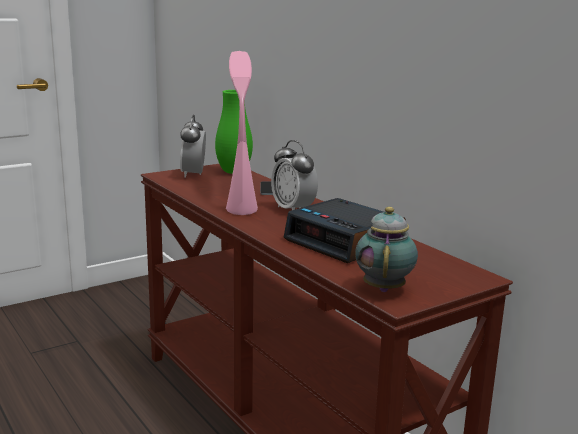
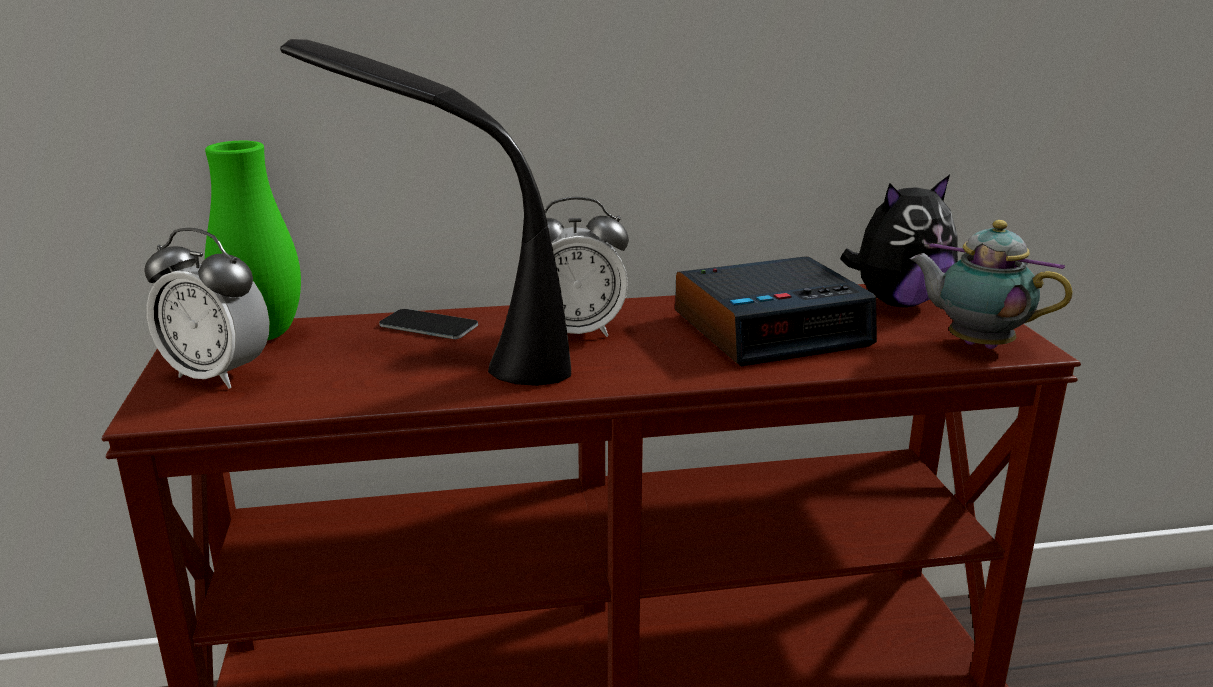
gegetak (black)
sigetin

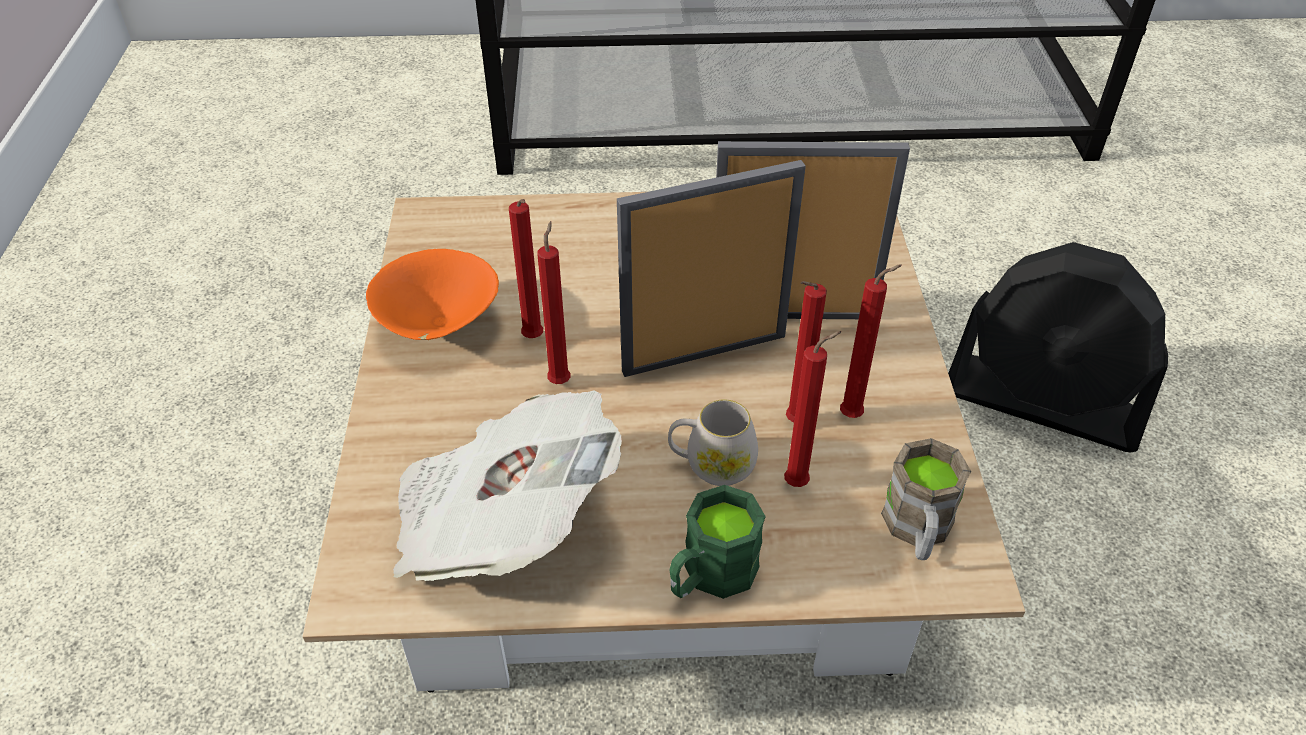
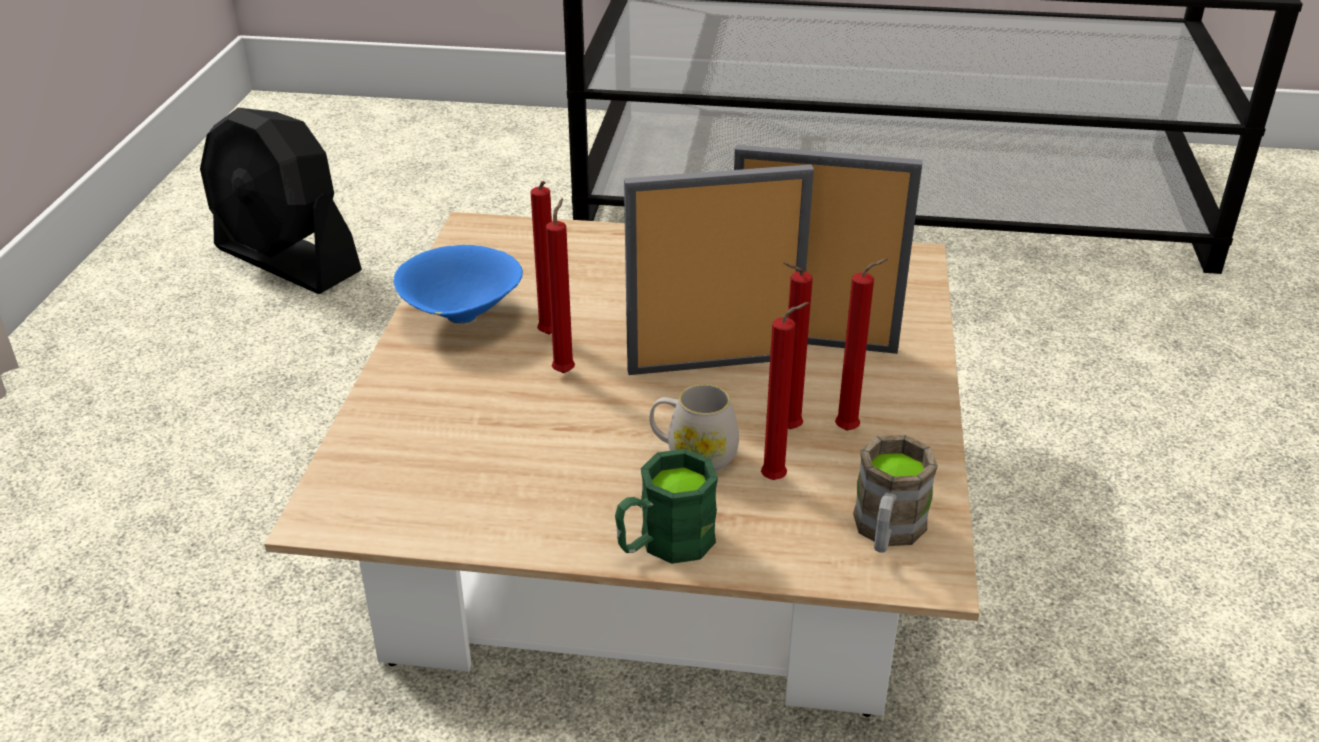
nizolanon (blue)
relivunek
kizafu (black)

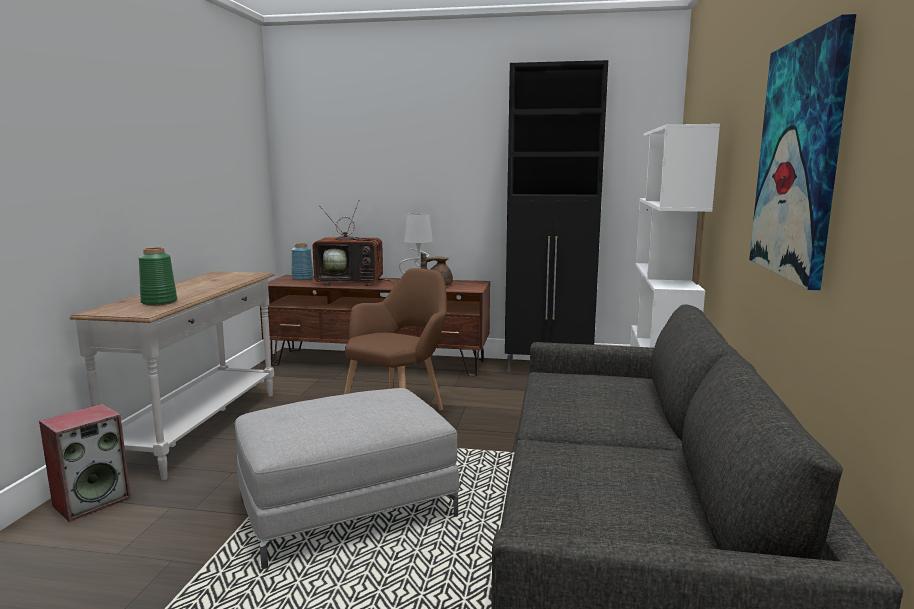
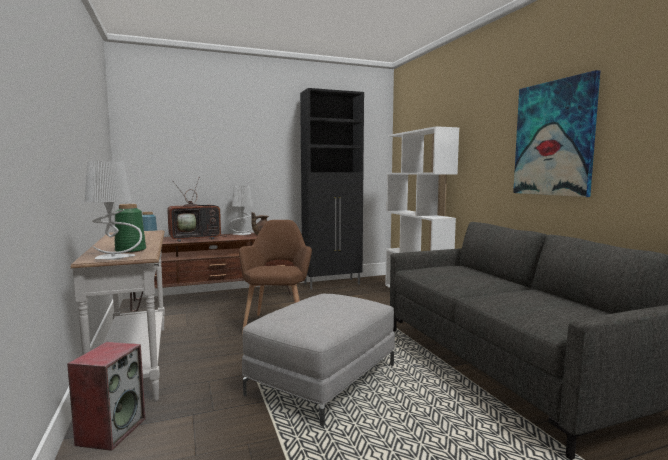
gegetak (grey) (1st from left)

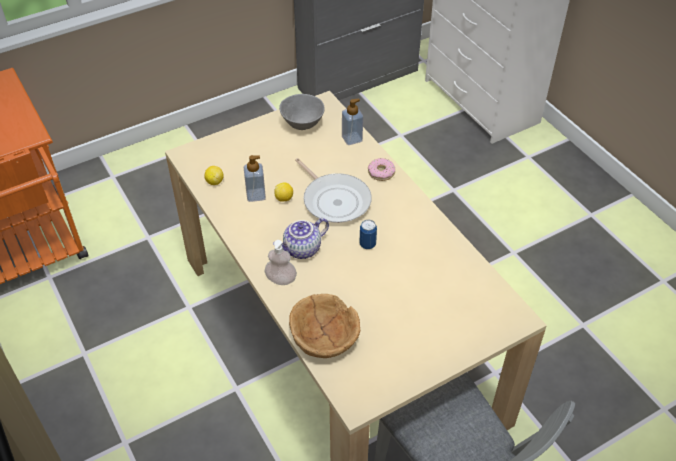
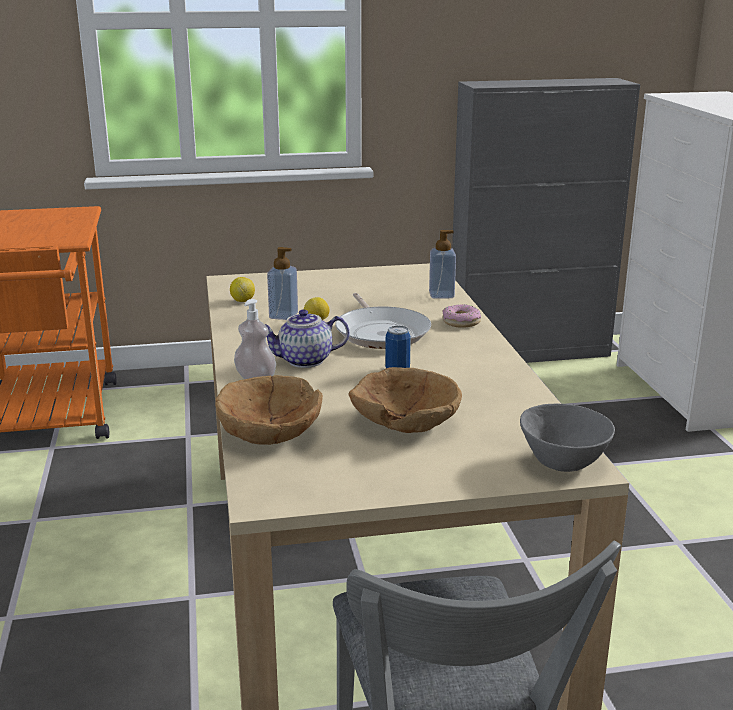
nizolanon (grey)
nizolanon (brown) (2nd from left)

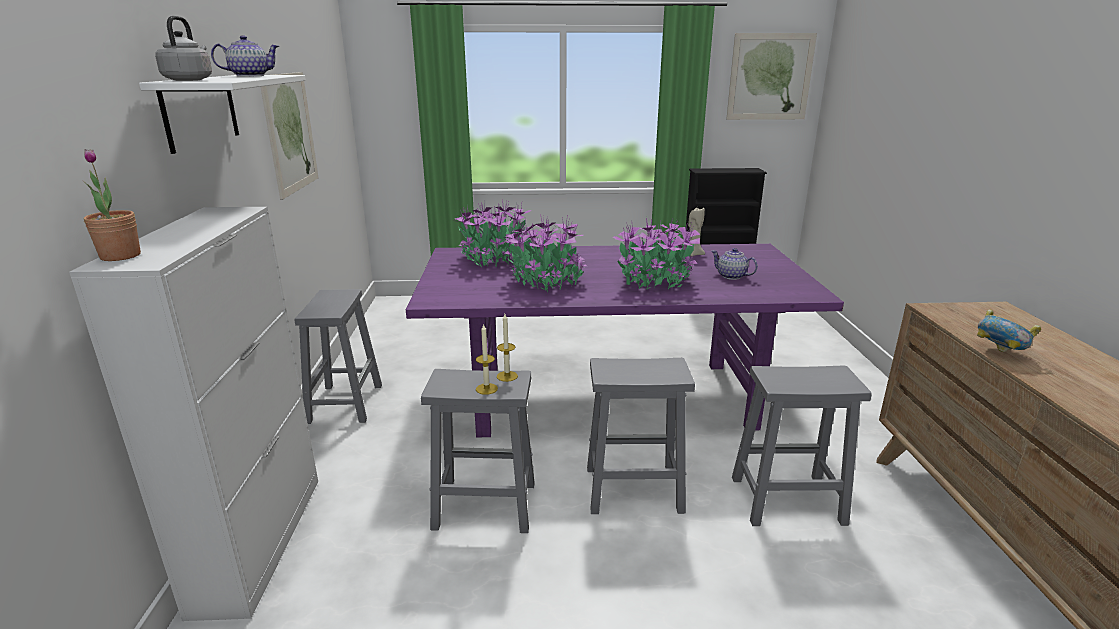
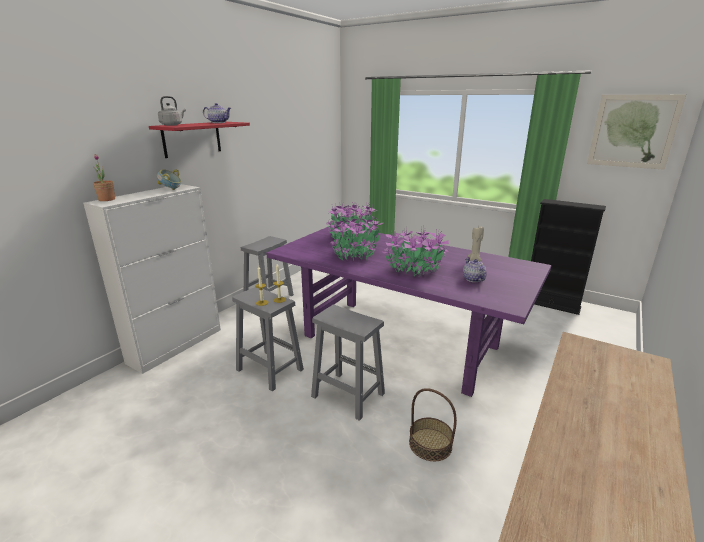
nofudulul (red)
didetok (1st from left in the first image)
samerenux
nizolanon

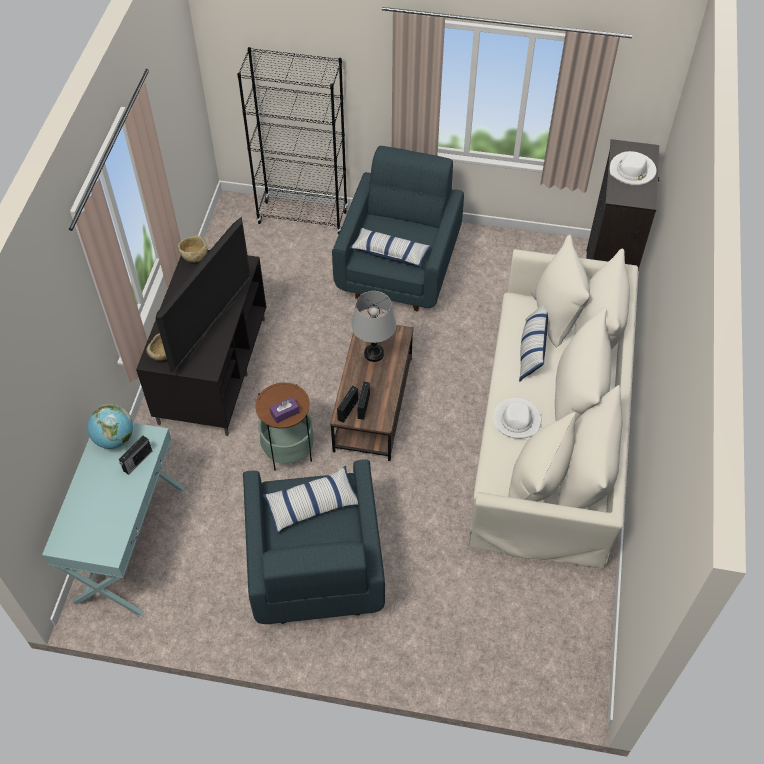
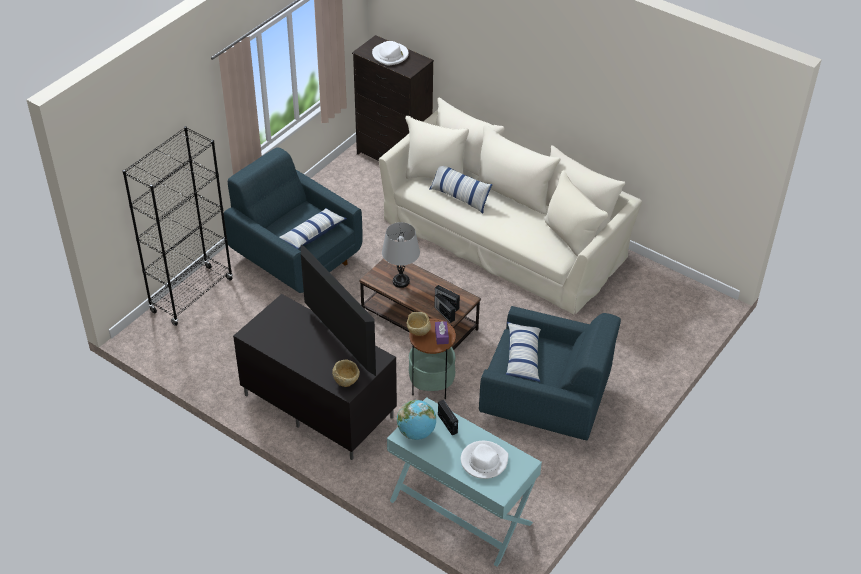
nizolanon (beige) (2nd from left)
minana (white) (2nd from left)

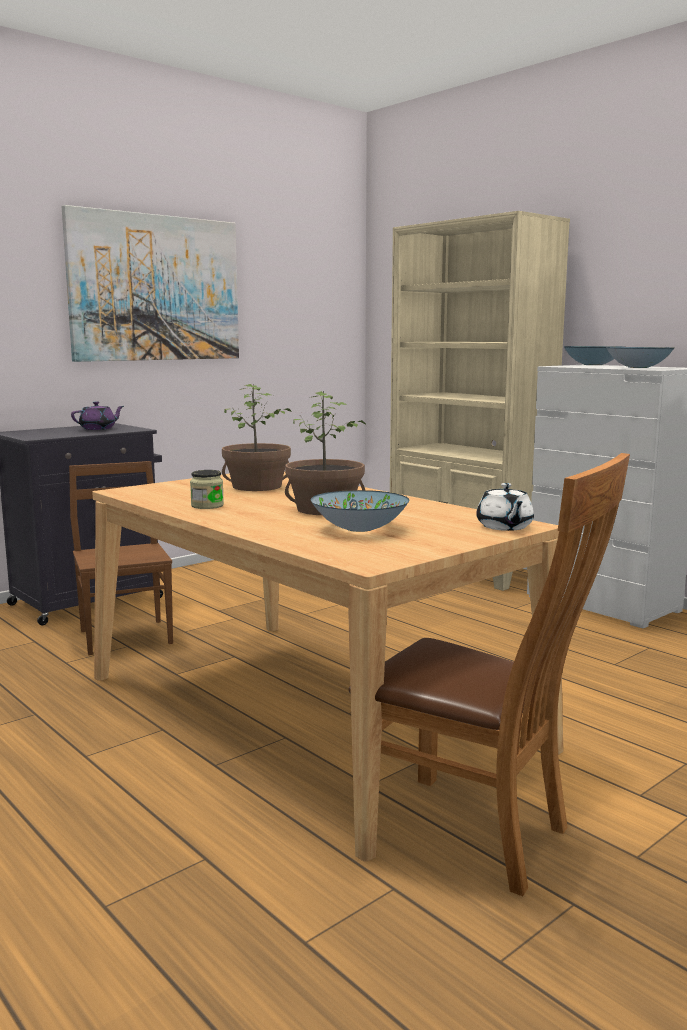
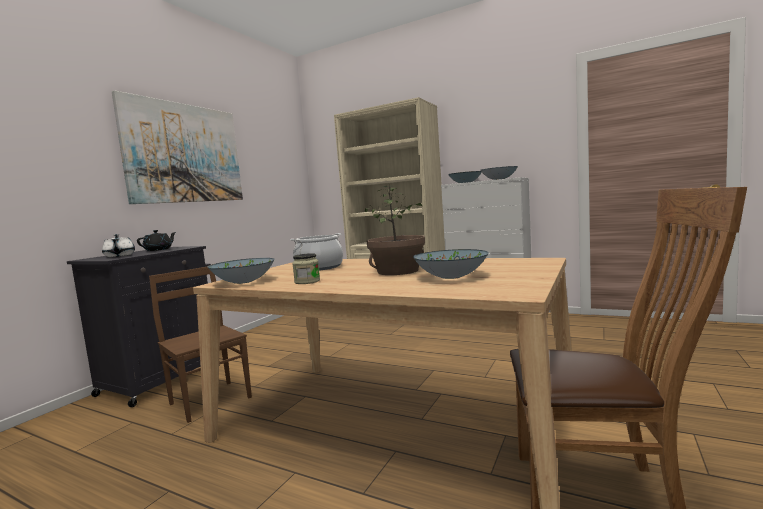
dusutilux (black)
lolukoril
dusutilux (white)
nizolanon (1st from left)

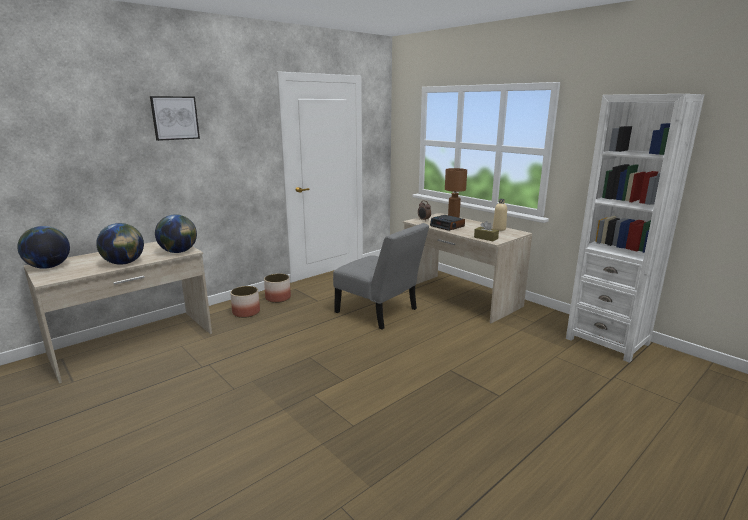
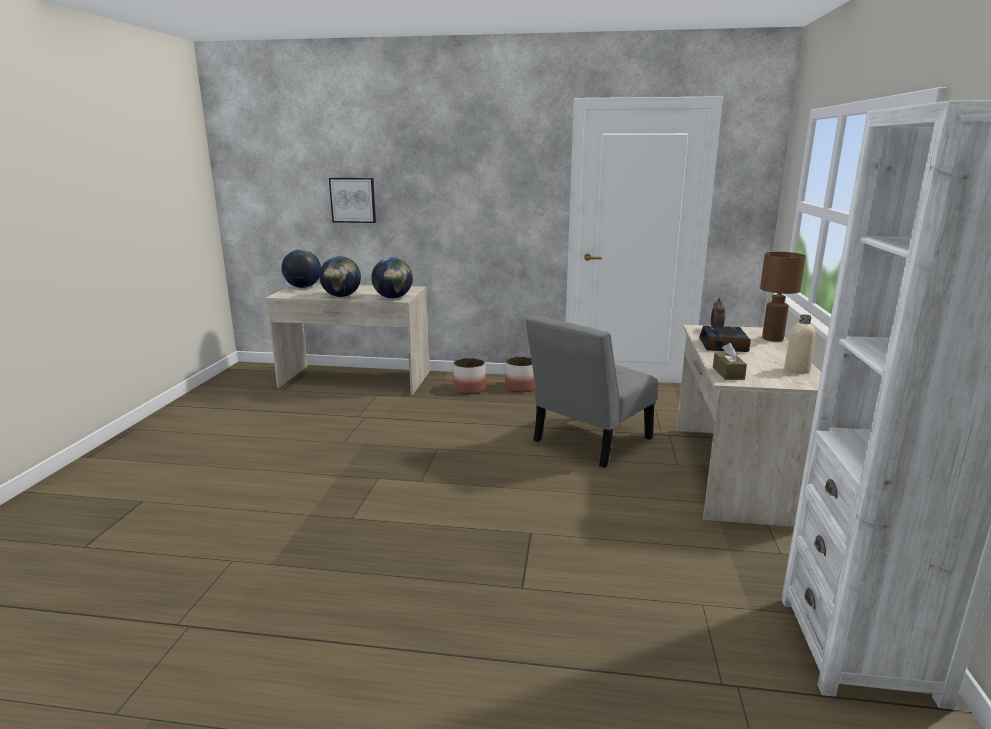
didetok
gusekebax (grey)

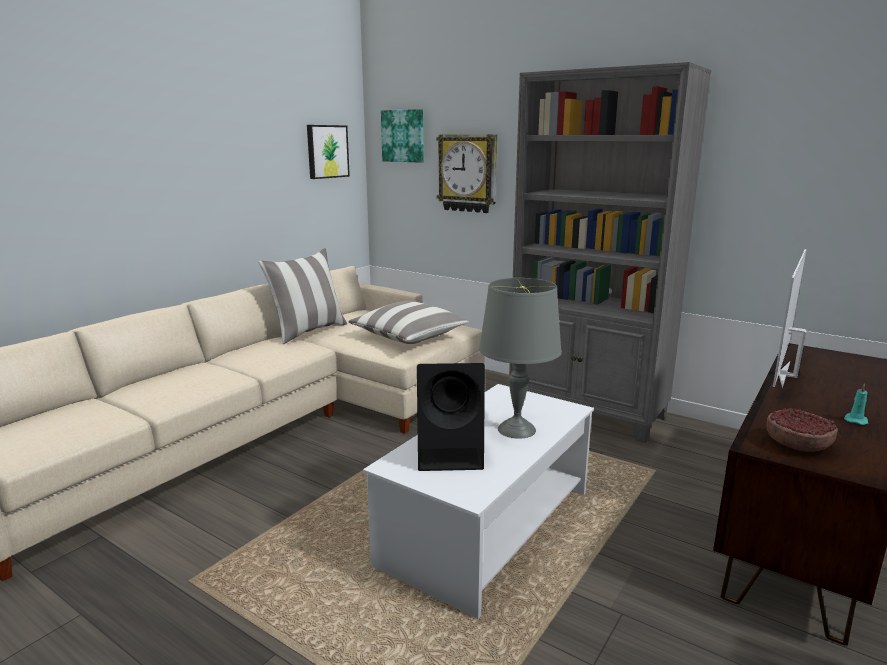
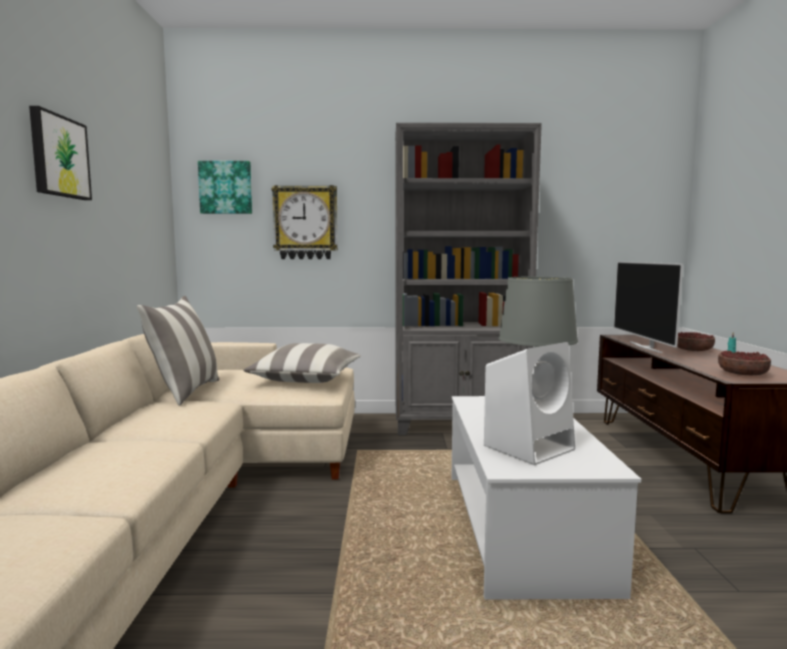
didetok (1st from left)
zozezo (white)
nizolanon (1st from left)

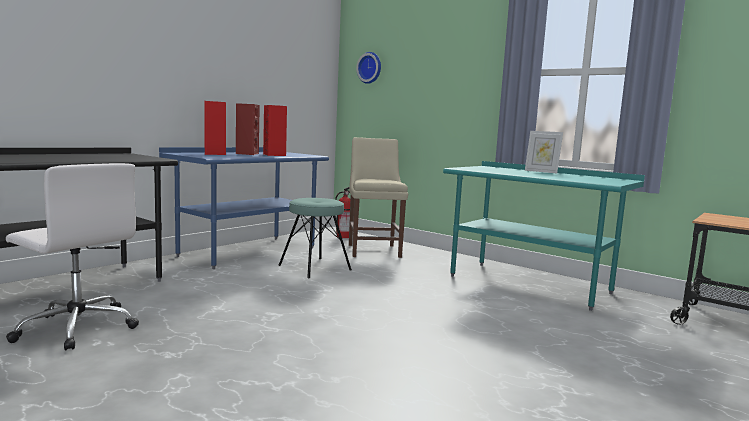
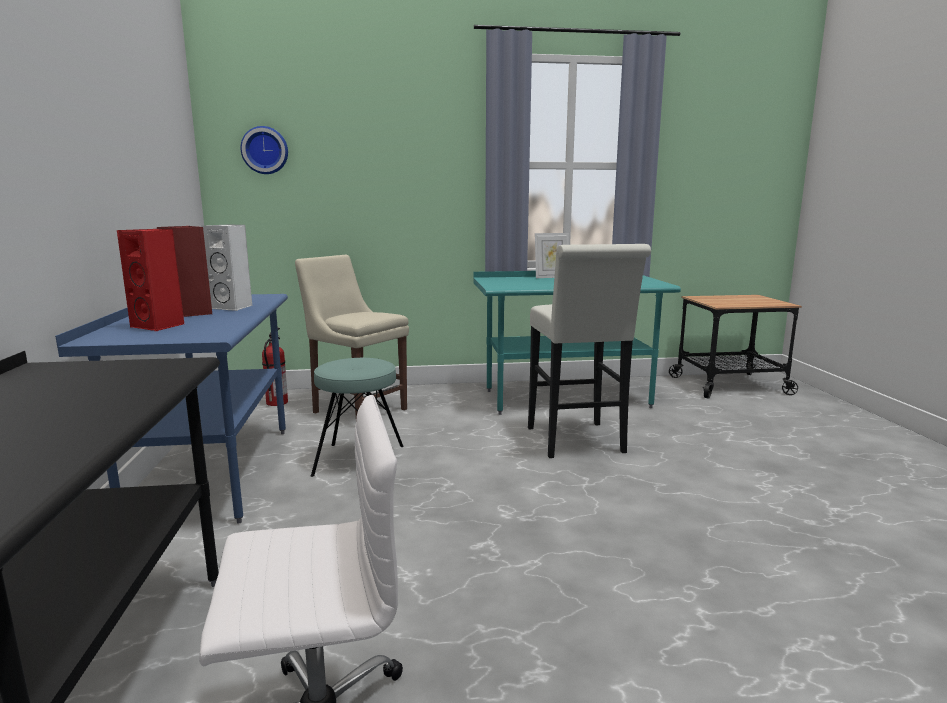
zozezo (white)
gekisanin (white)

